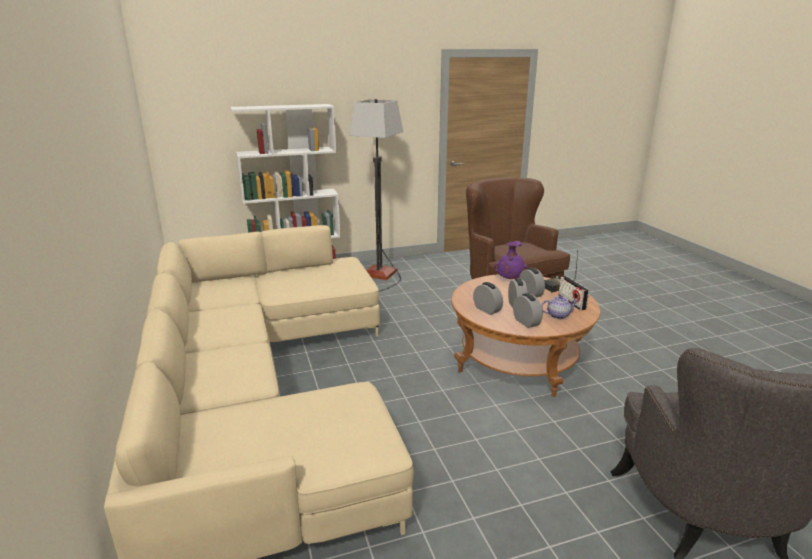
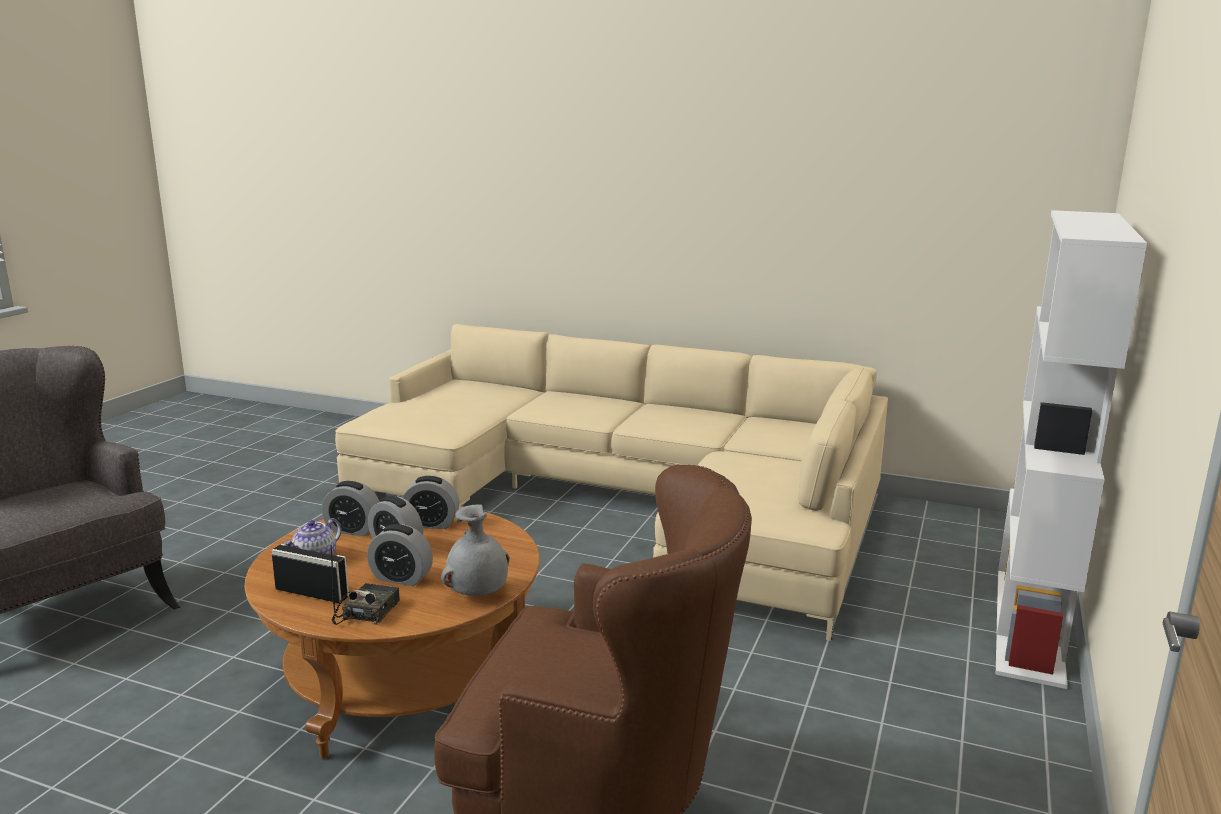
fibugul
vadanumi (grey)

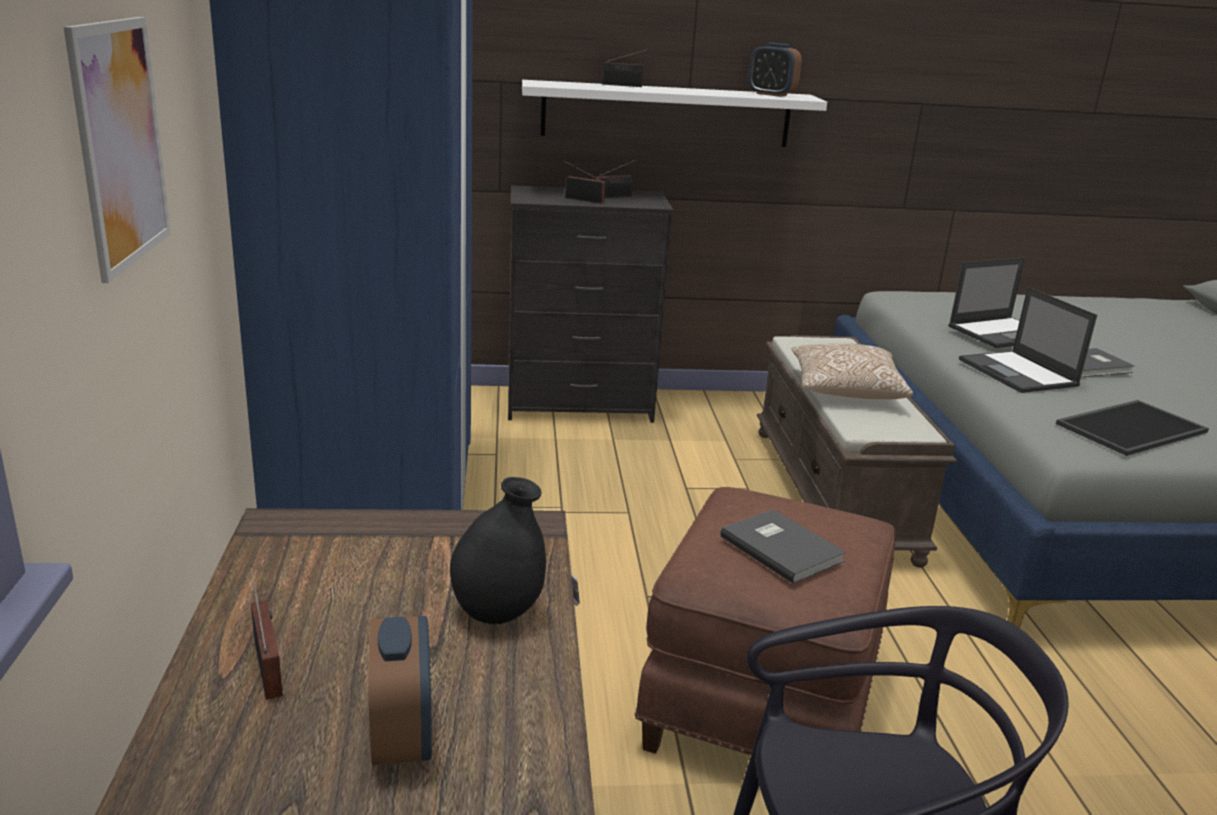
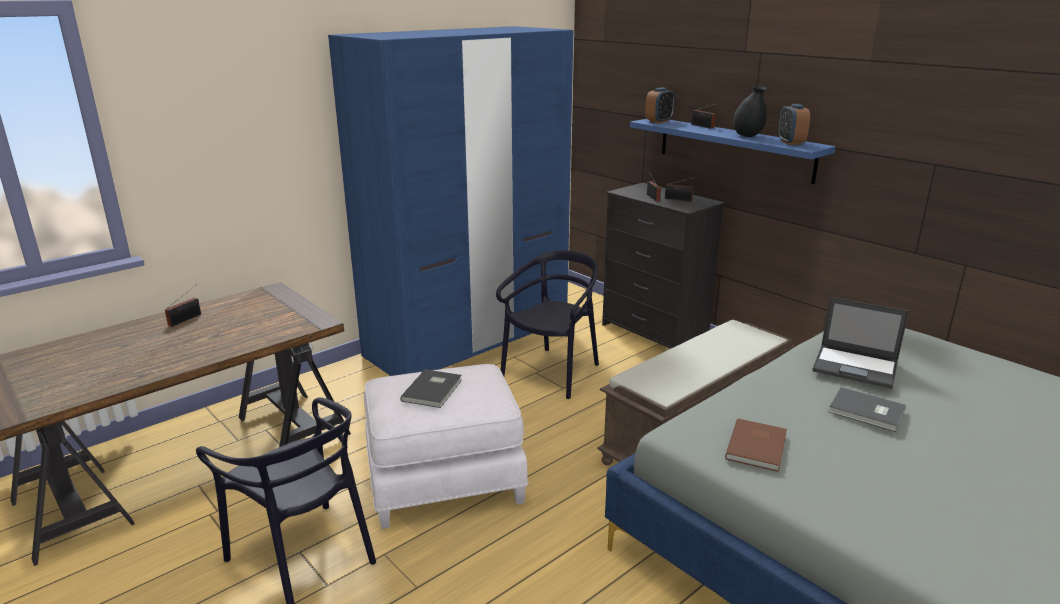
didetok
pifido (1st from left)
vadanumi (black)
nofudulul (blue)
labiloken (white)
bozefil
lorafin (2nd from left in the first image)
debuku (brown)
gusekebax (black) (2nd from left)

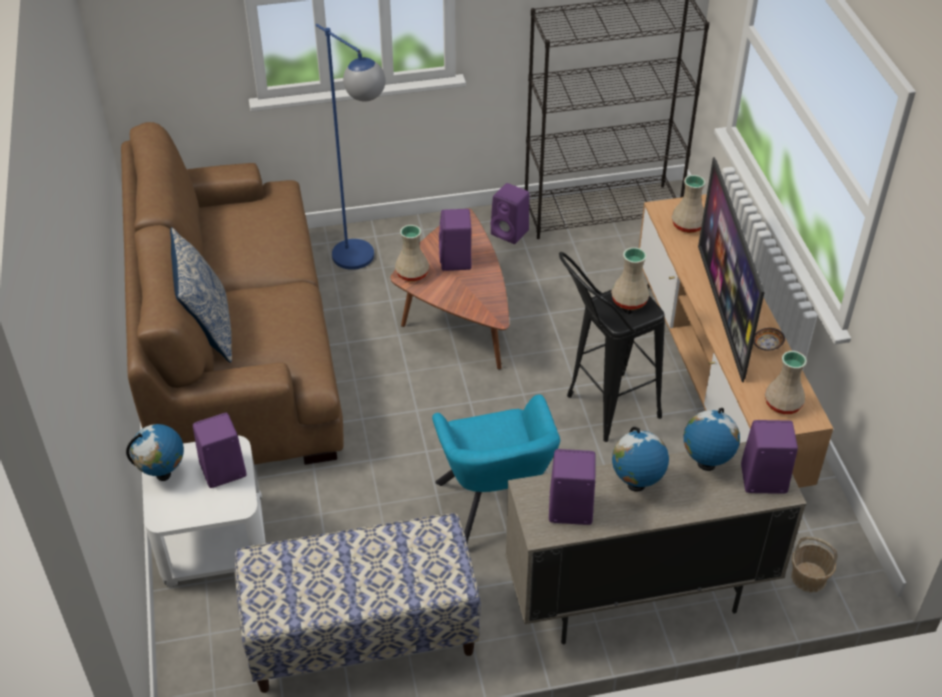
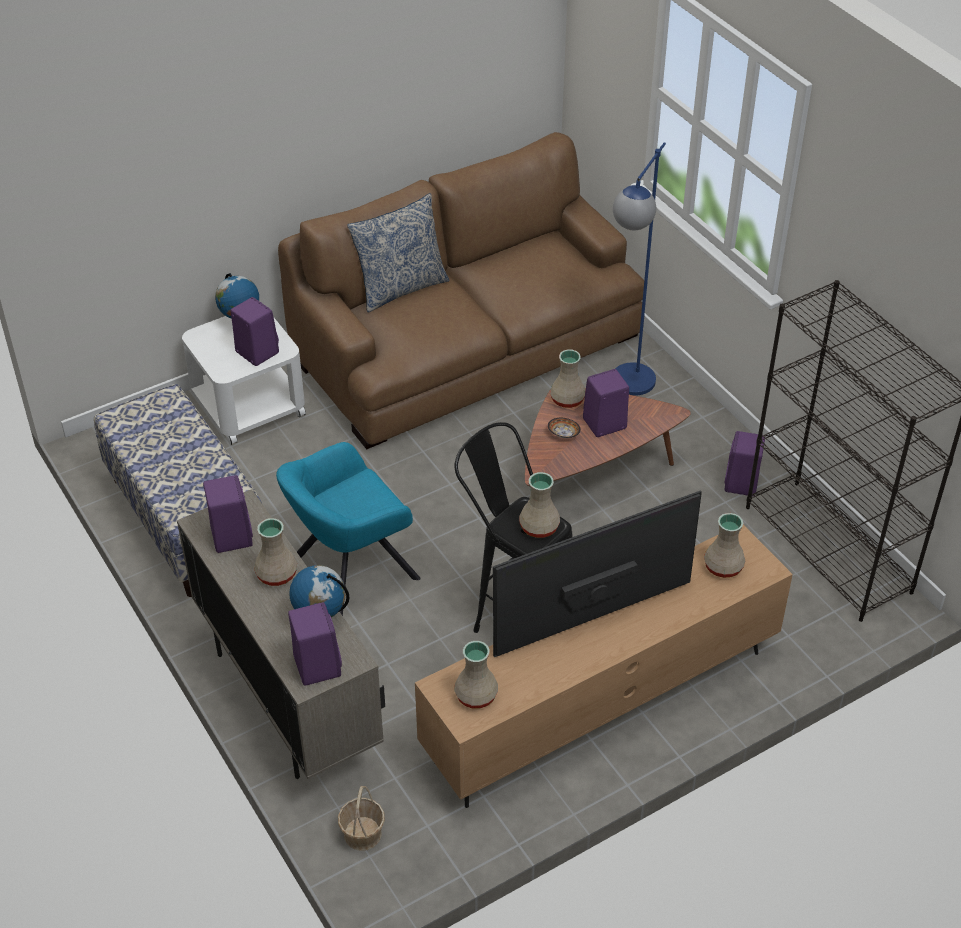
vadanumi (beige) (1st from left)
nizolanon

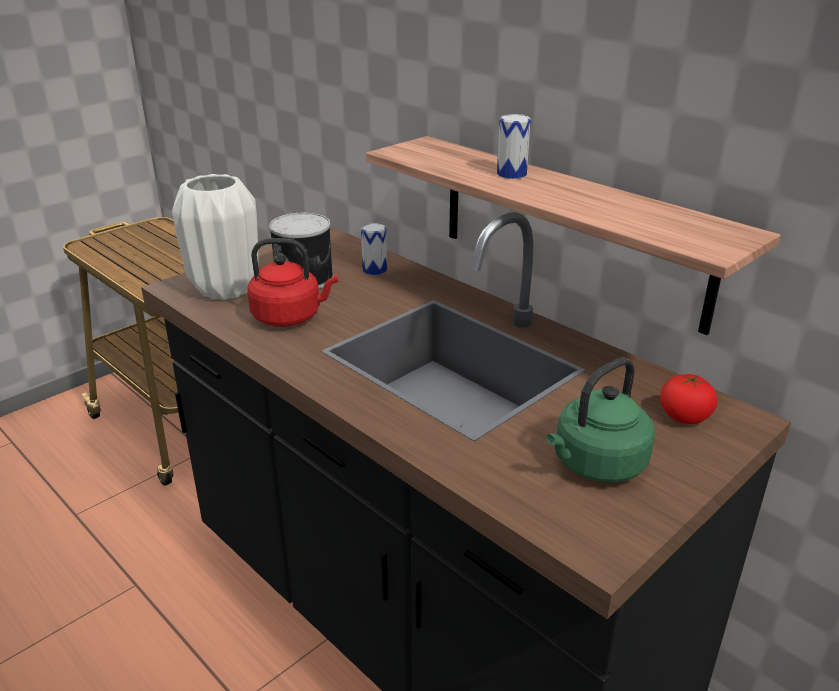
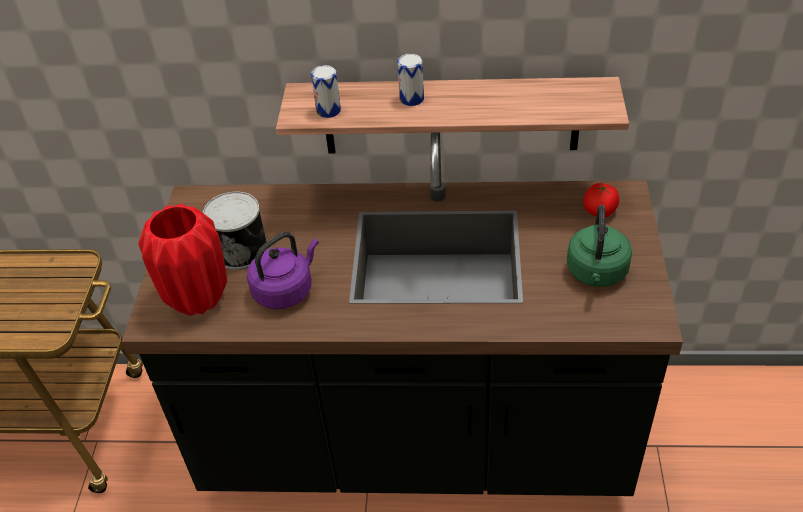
vadanumi (red)
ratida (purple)
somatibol (2nd from left)

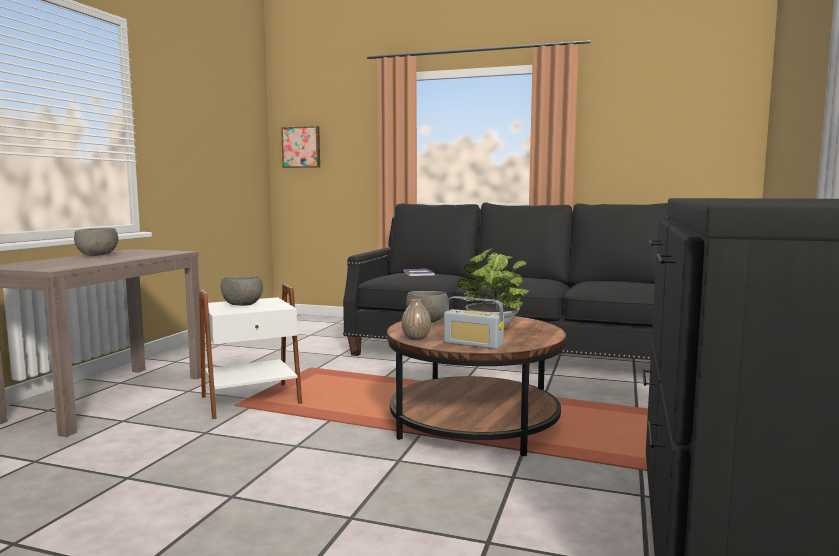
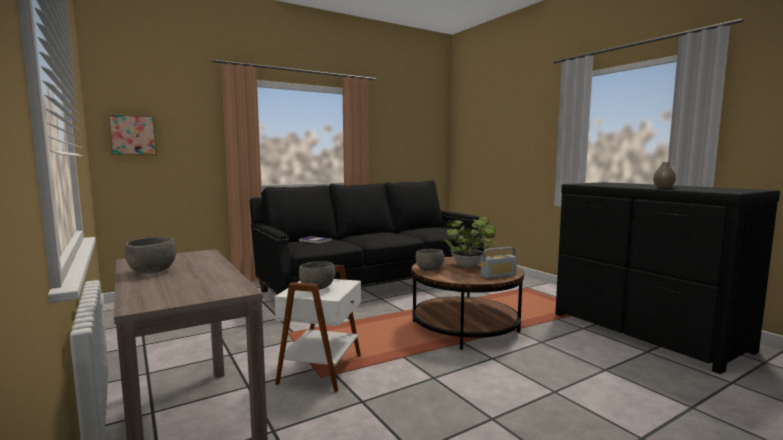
vadanumi

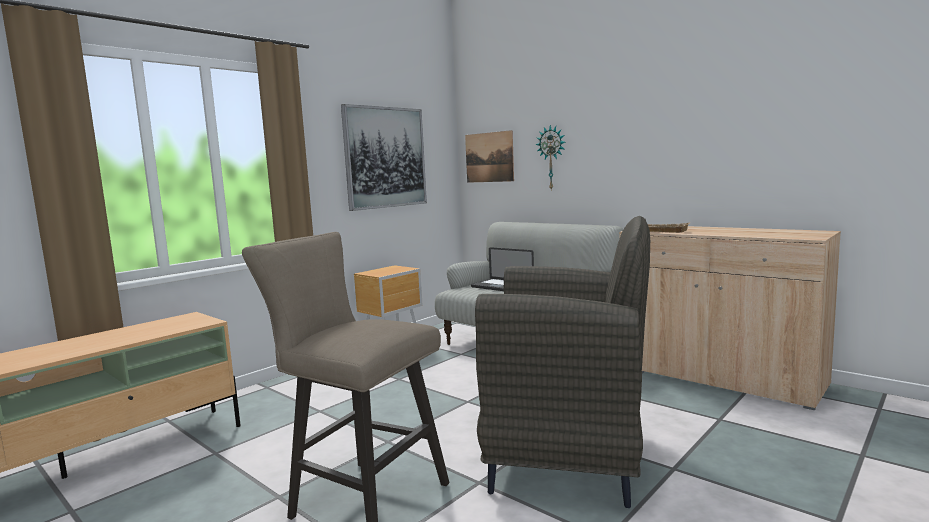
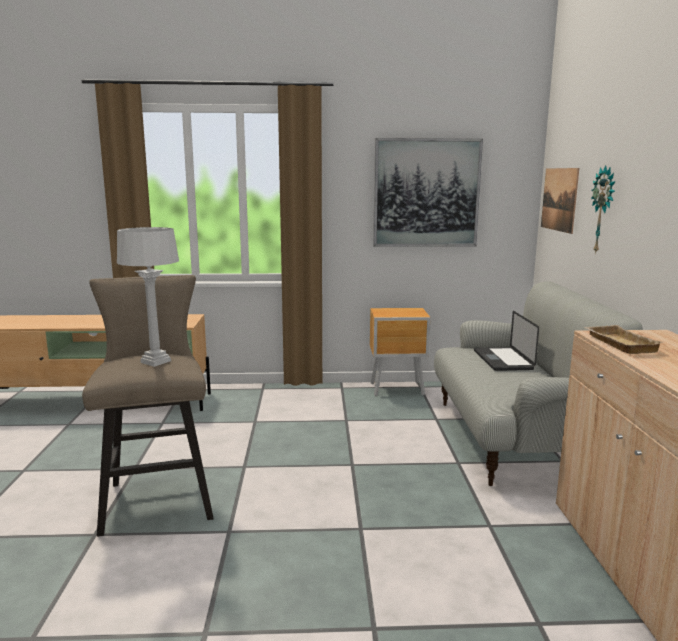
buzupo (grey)
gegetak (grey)

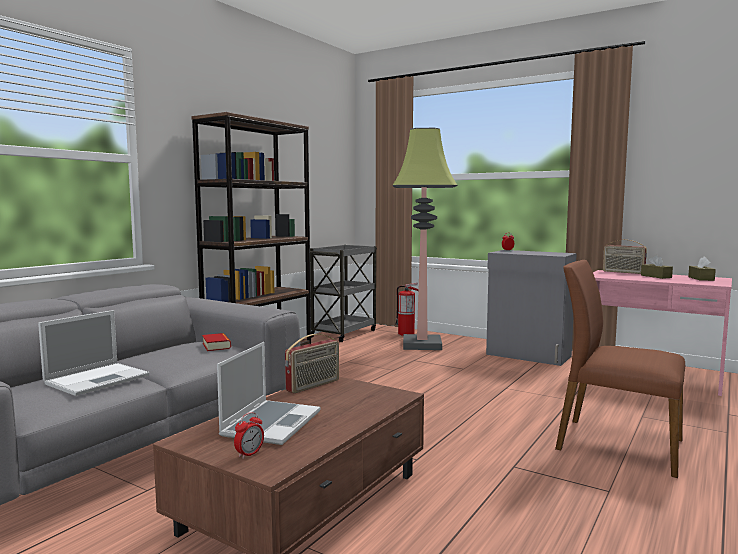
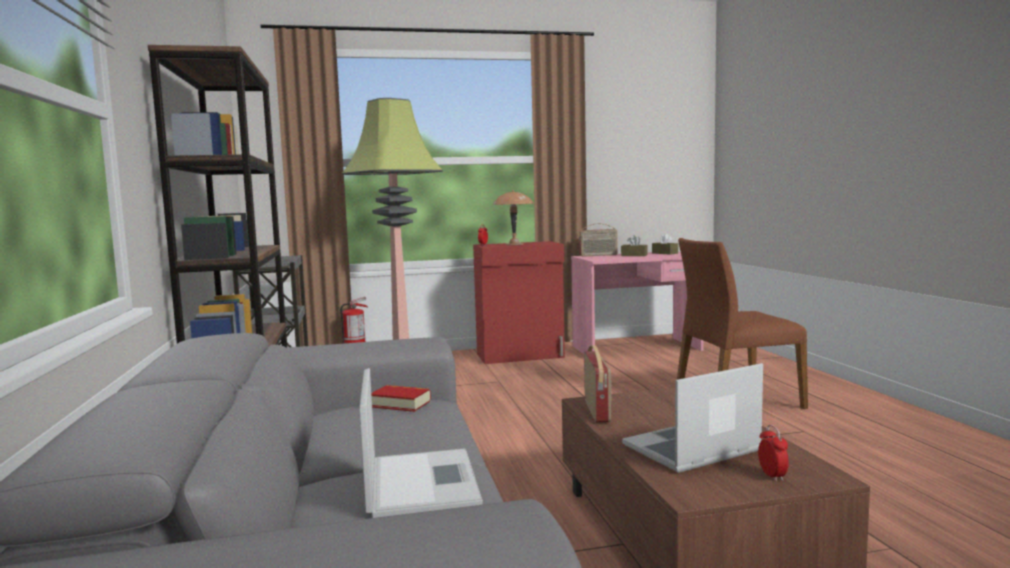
lorafin (2nd from left)
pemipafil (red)
gegetak (brown)

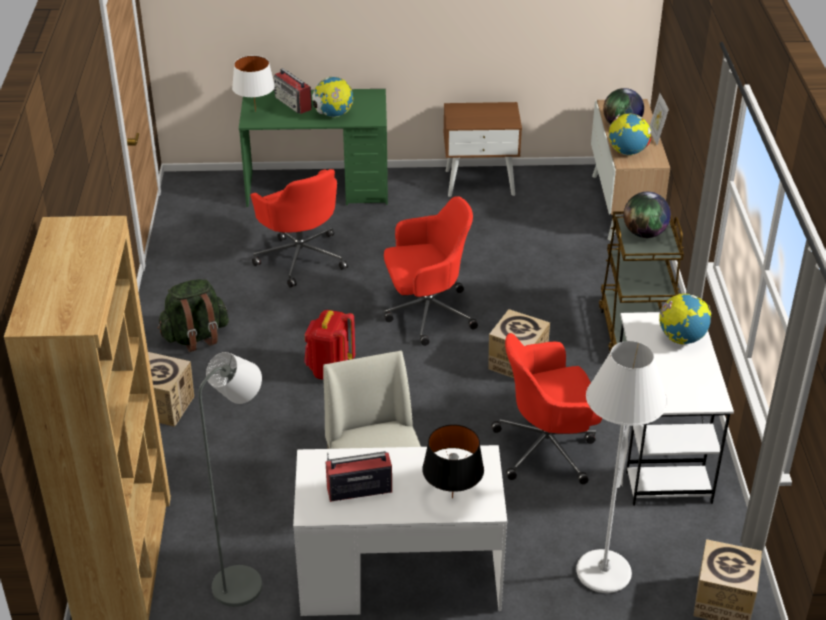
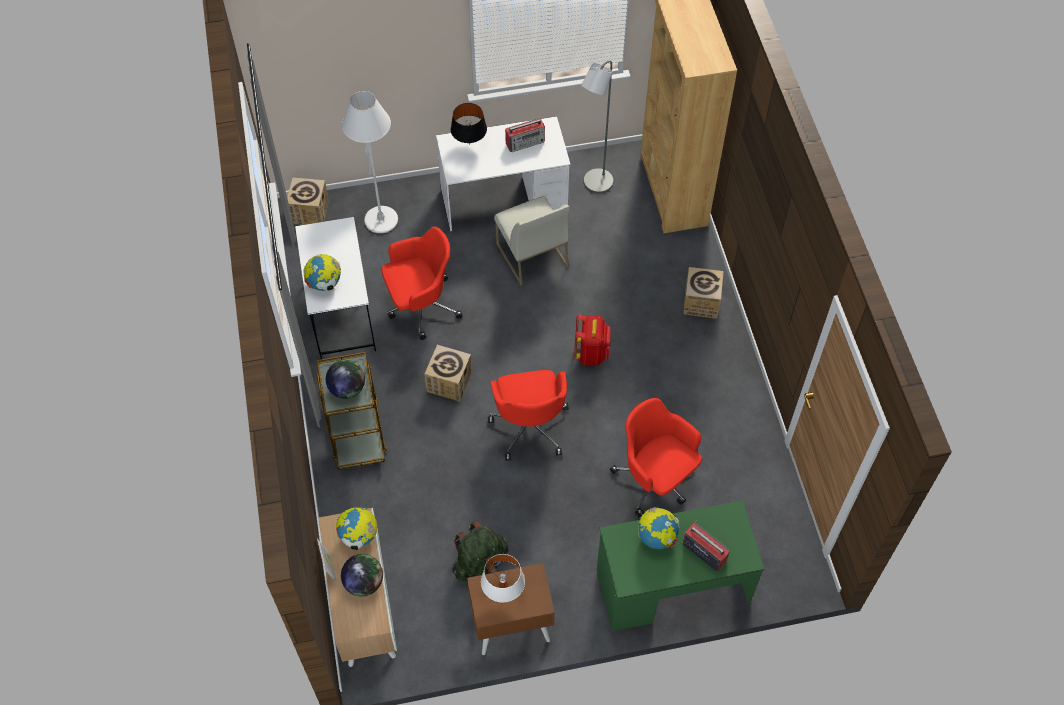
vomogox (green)
gegetak (white)
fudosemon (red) (2nd from left)

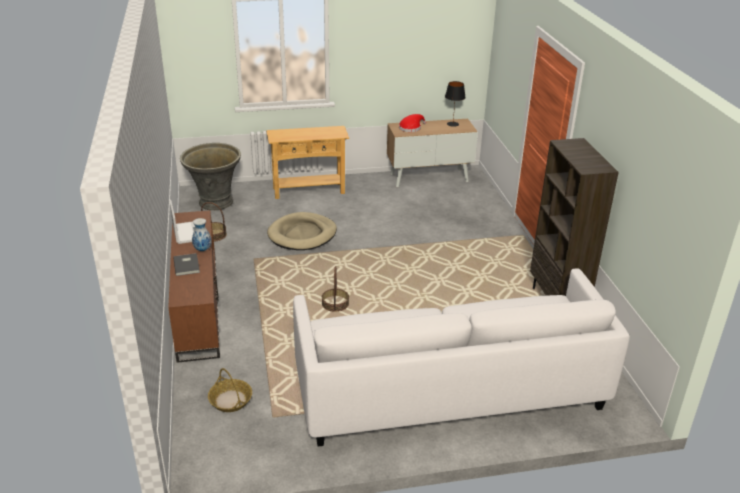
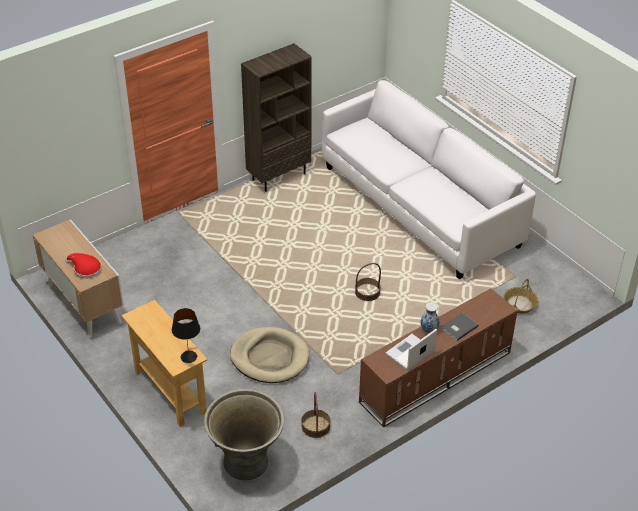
gegetak (black)

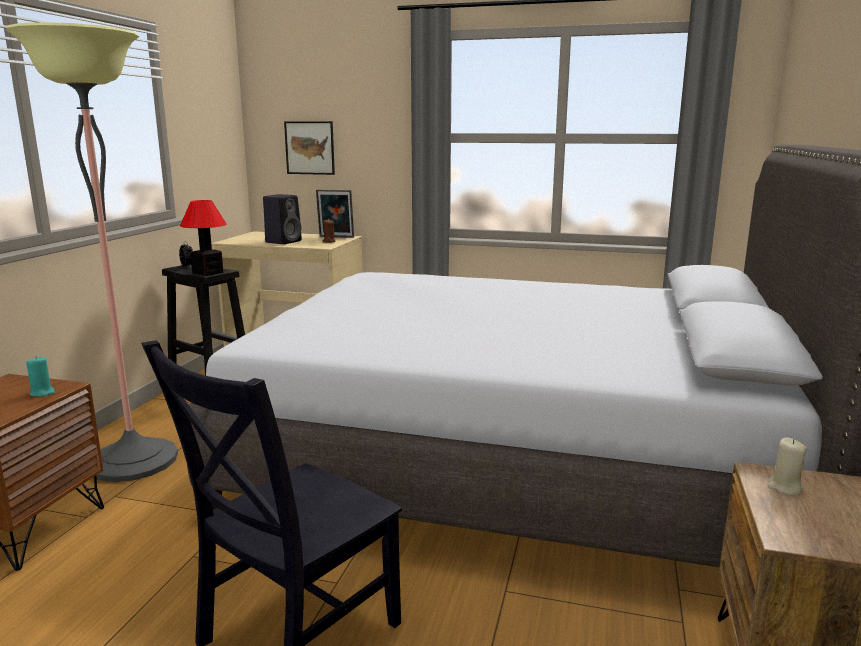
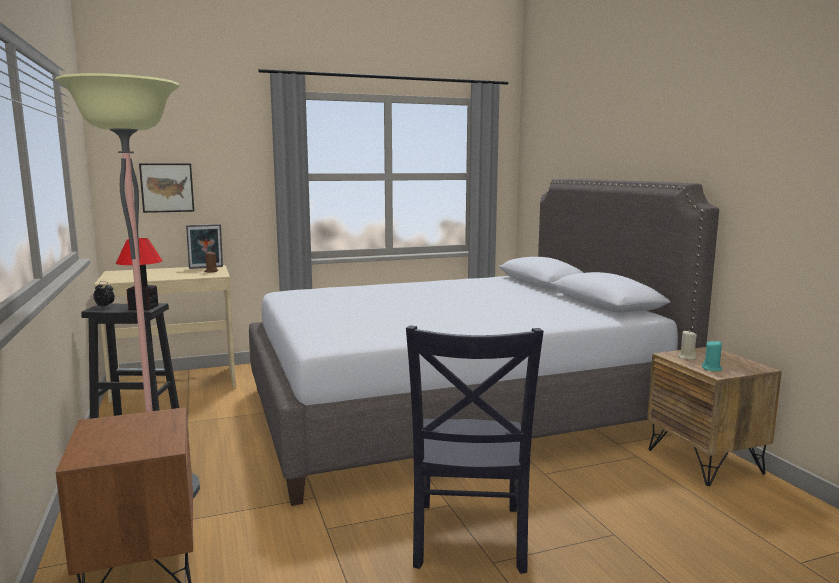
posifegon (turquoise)
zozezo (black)

